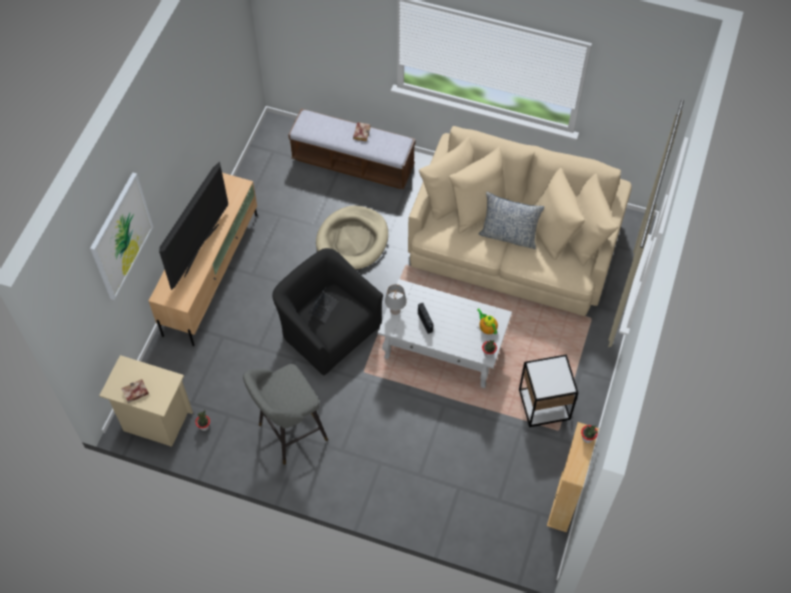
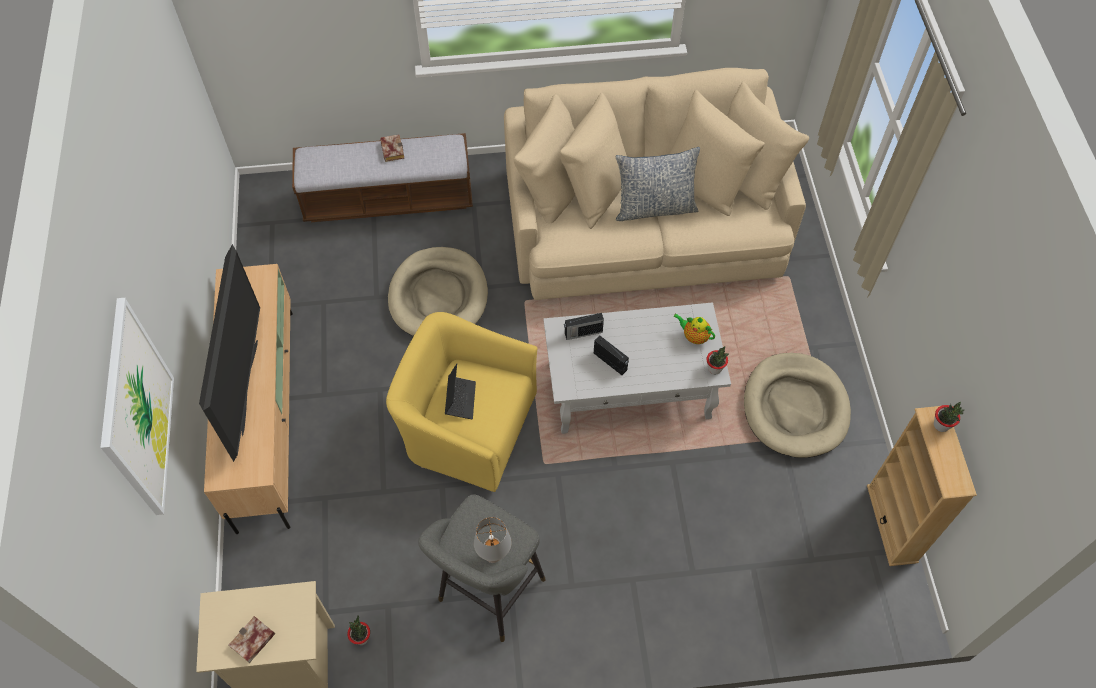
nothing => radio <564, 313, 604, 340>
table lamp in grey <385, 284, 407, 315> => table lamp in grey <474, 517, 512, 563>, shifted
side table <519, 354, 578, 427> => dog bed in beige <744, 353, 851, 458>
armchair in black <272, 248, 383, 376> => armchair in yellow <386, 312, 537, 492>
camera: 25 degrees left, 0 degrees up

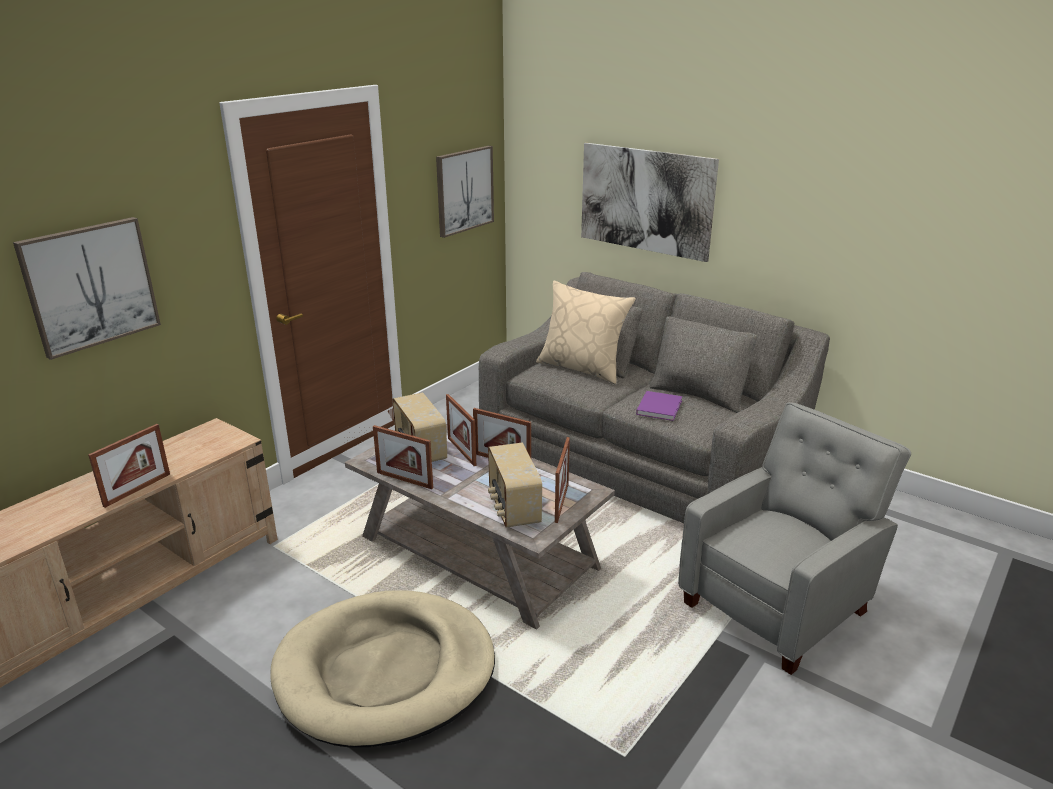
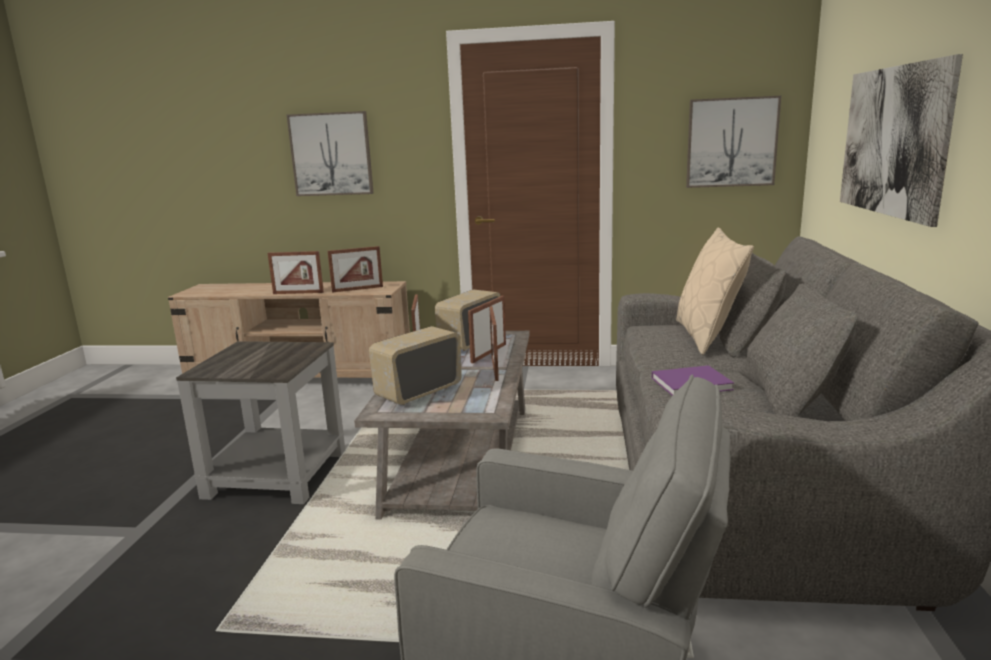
picture frame <555, 437, 570, 523> => picture frame <327, 246, 383, 293>, shifted
dog bed in beige <270, 590, 495, 748> => side table in grey <176, 341, 345, 504>
camera: 60 degrees right, 10 degrees down

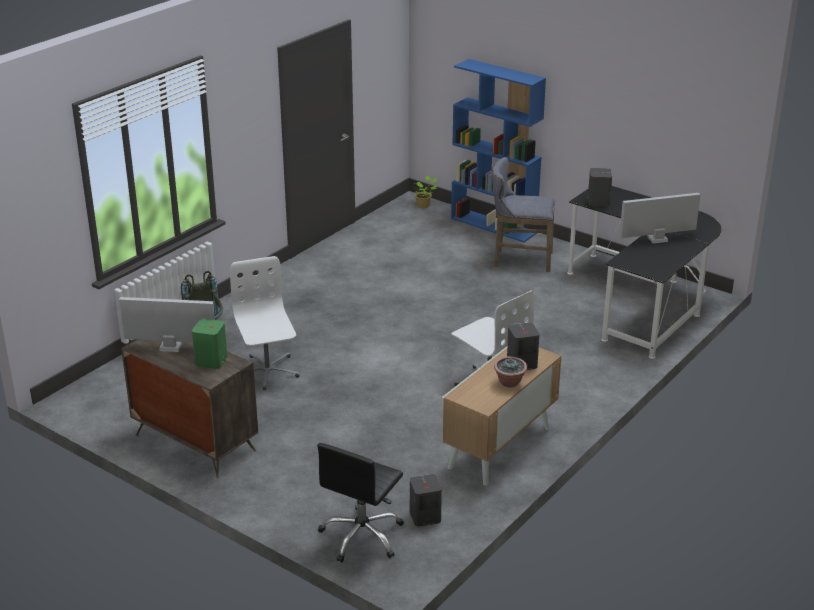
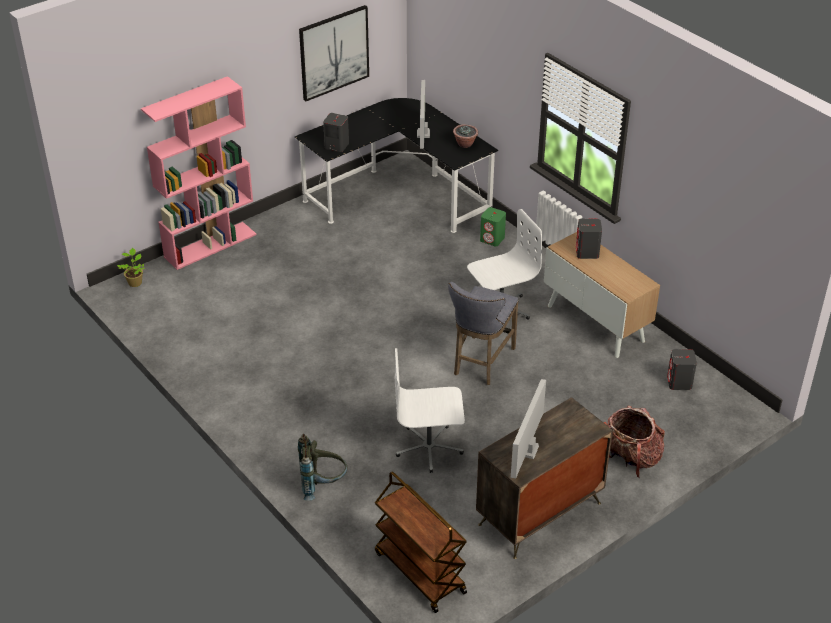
office chair in black <317, 443, 404, 563> => nothing
nothing => picture <299, 5, 369, 101>
nothing => cart in brown <375, 472, 467, 613>
nothing => backpack <603, 406, 665, 477>
speaker in green <192, 319, 227, 369> => speaker in green <480, 207, 506, 246>, shifted
stool in grey <492, 157, 555, 272> => stool in grey <448, 282, 519, 385>, shifted
potted plant <494, 356, 527, 387> => potted plant <453, 124, 478, 148>, shifted
bookcase in blue <451, 59, 546, 242> => bookcase in pink <141, 76, 257, 270>
camera: 75 degrees left, 10 degrees up

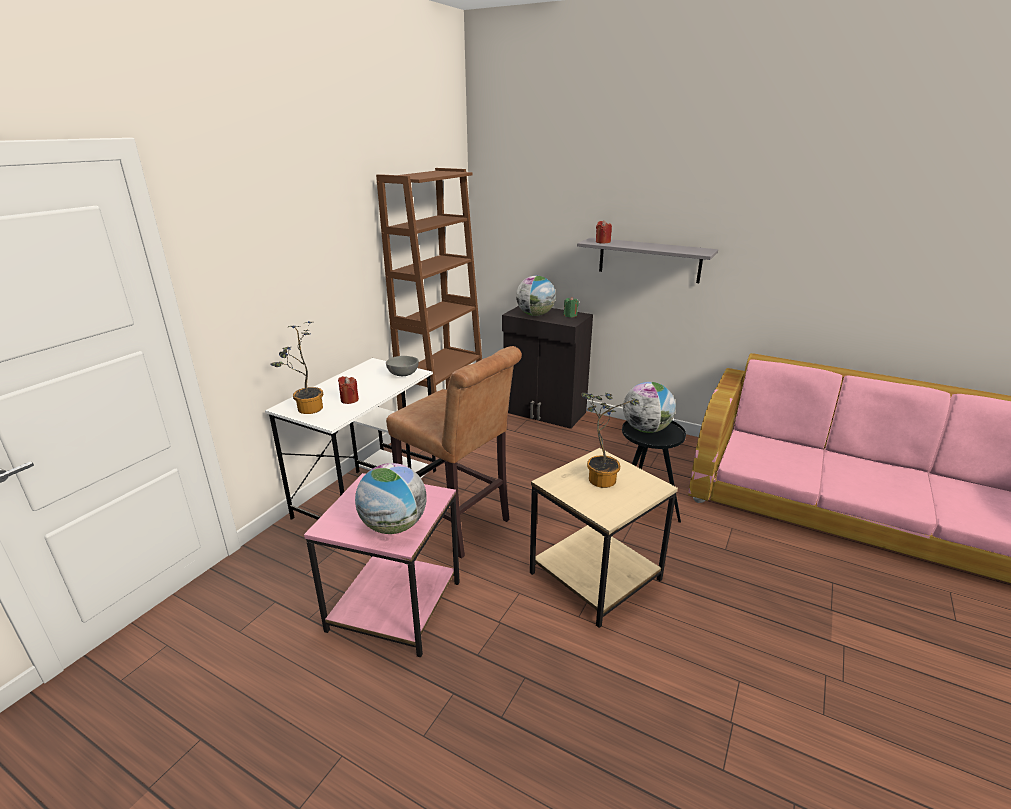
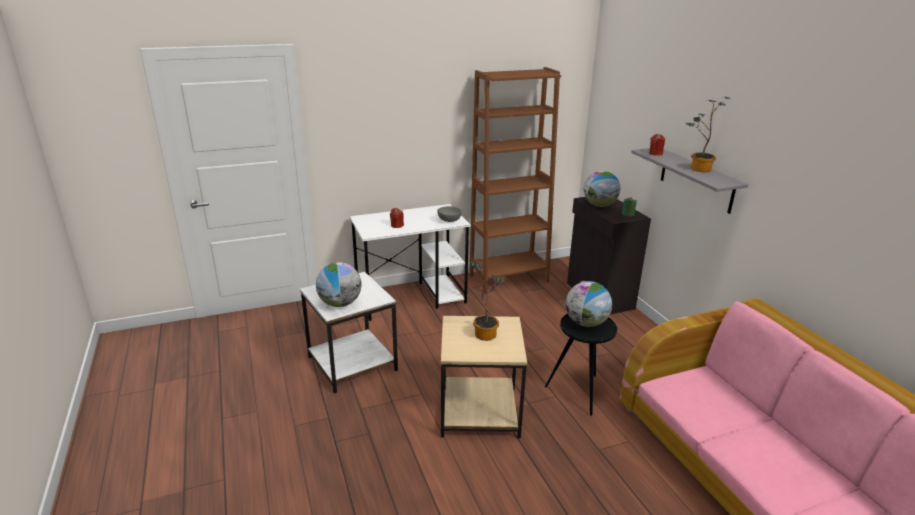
stool in brown <386, 346, 522, 559> => nothing
potted plant <270, 321, 323, 414> => potted plant <686, 97, 728, 172>, shifted
side table in pink <304, 473, 460, 657> => side table in white <300, 272, 398, 394>
camera: 40 degrees right, 0 degrees up

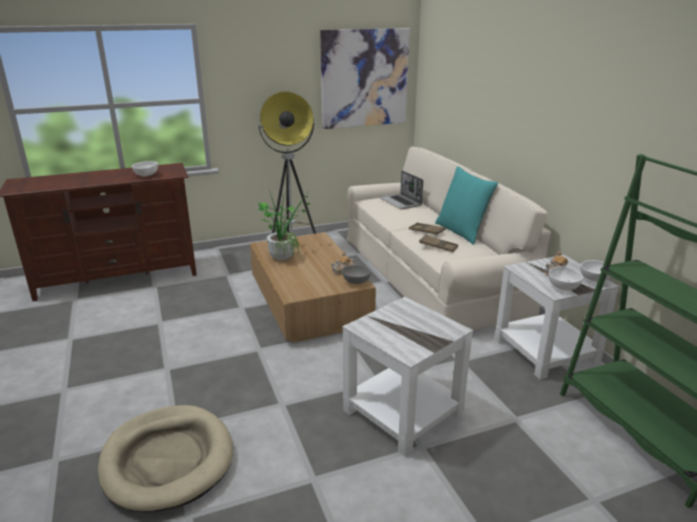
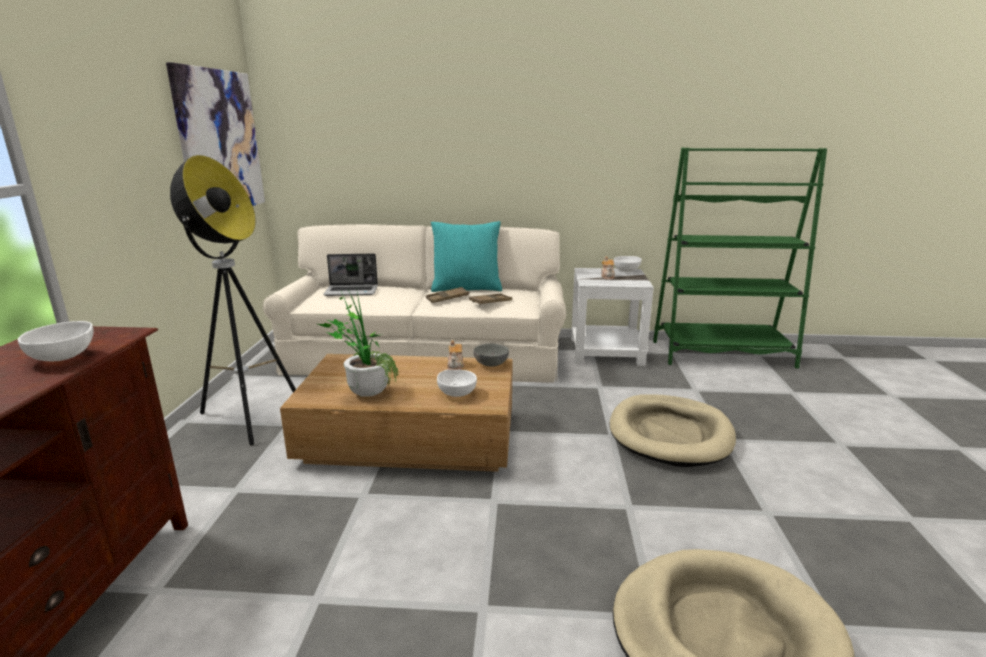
bowl in white <549, 266, 583, 290> => bowl in white <437, 370, 477, 397>, shifted
side table in white <342, 297, 473, 457> => dog bed in beige <610, 394, 736, 467>
camera: 65 degrees left, 5 degrees down

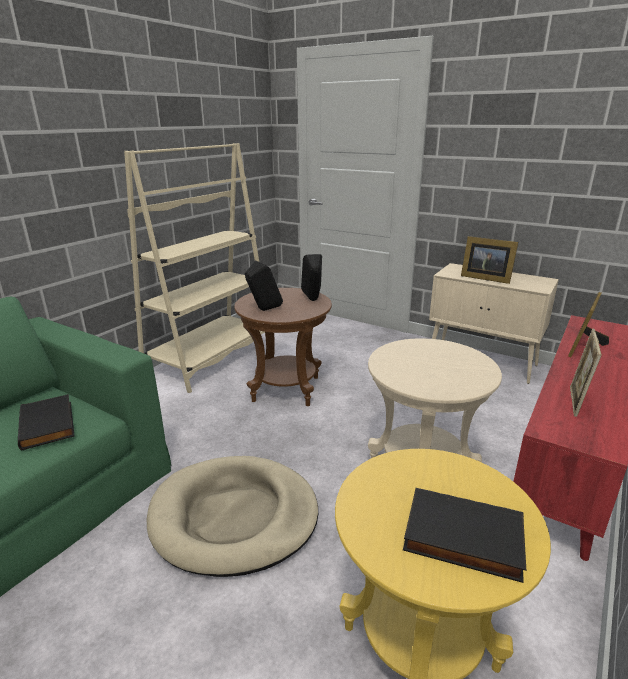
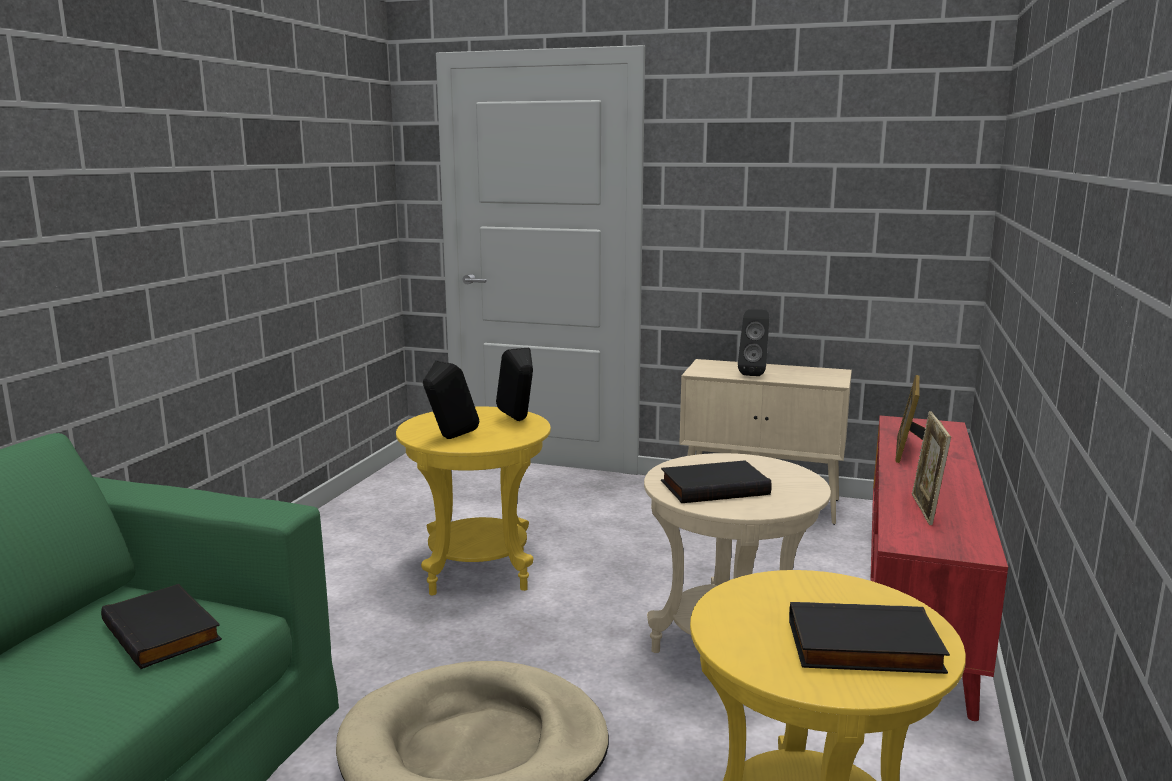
bookcase in beige <124, 143, 265, 393> => nothing
nothing => book in black <661, 460, 772, 503>
picture frame <461, 236, 518, 284> => speaker in black <738, 309, 769, 376>
side table in brown <234, 288, 332, 406> => side table in yellow <396, 407, 551, 595>
camera: 15 degrees left, 10 degrees down

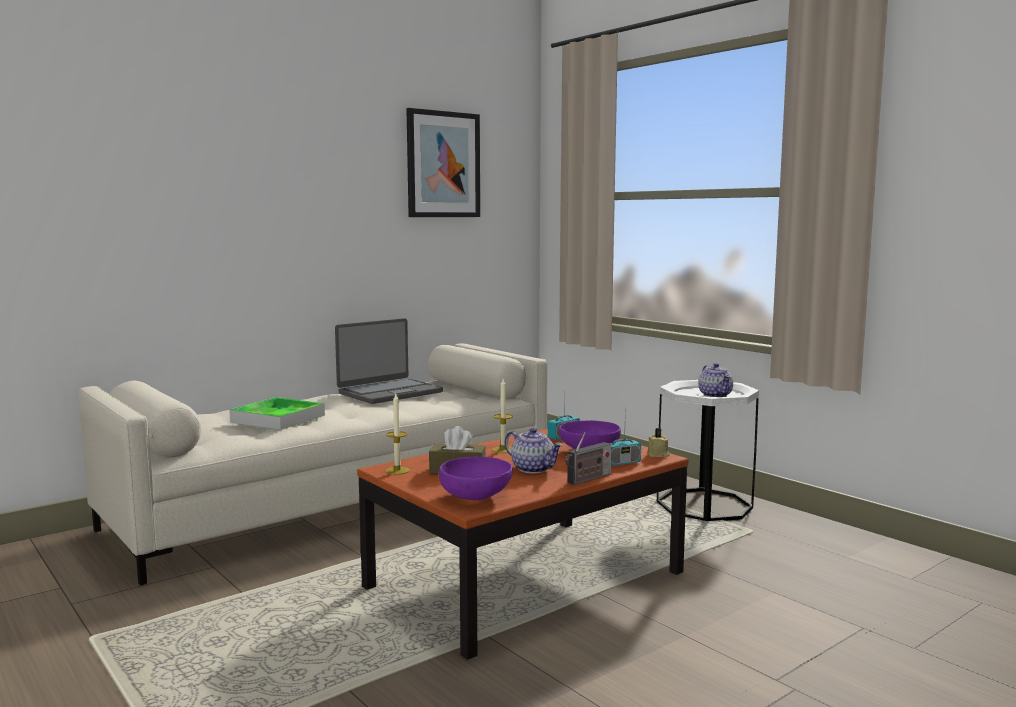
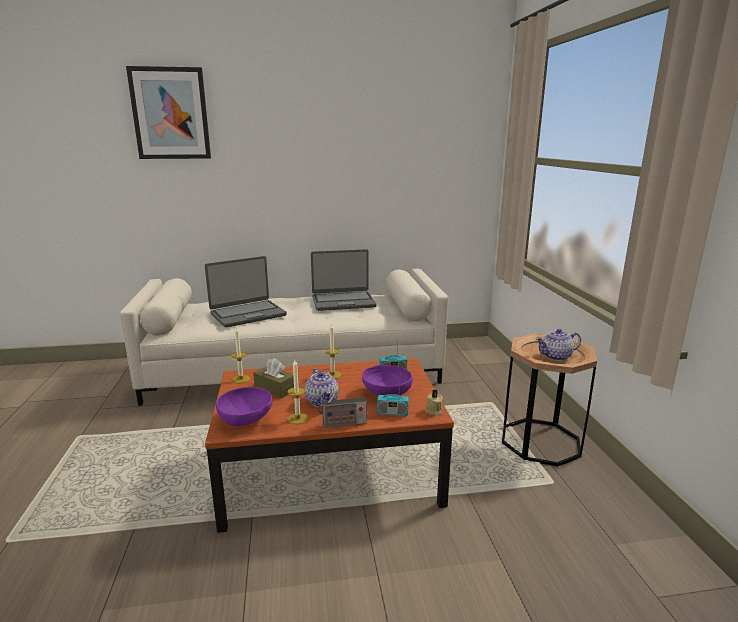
nothing => candle <288, 360, 308, 424>
picture <406, 108, 480, 217> => picture <126, 66, 211, 159>, shifted
tray <229, 397, 325, 430> => laptop <205, 256, 287, 327>
side table in white <657, 380, 759, 521> => side table in brown <502, 333, 597, 466>
teapot <698, 363, 733, 397> => teapot <536, 329, 581, 361>, 60 degrees clockwise
camera: 30 degrees right, 10 degrees up

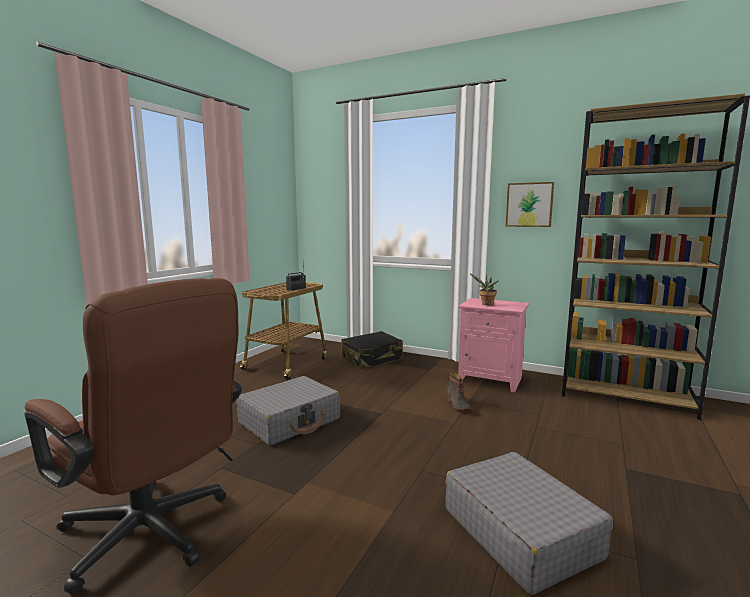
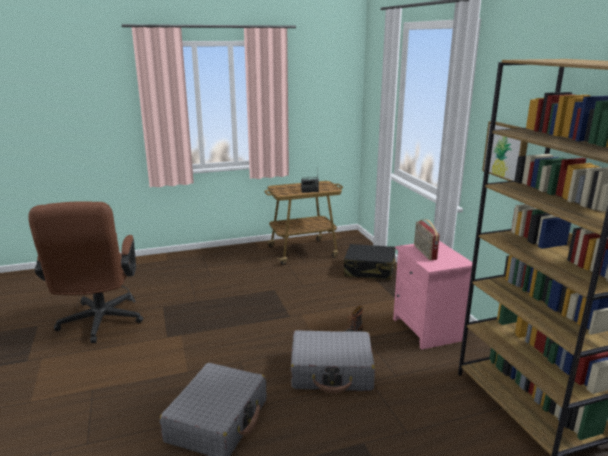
suitcase in grey <236, 376, 340, 445> => suitcase in grey <291, 330, 375, 393>, shifted
potted plant <470, 274, 498, 305> => radio <414, 219, 440, 260>
camera: 45 degrees right, 10 degrees up

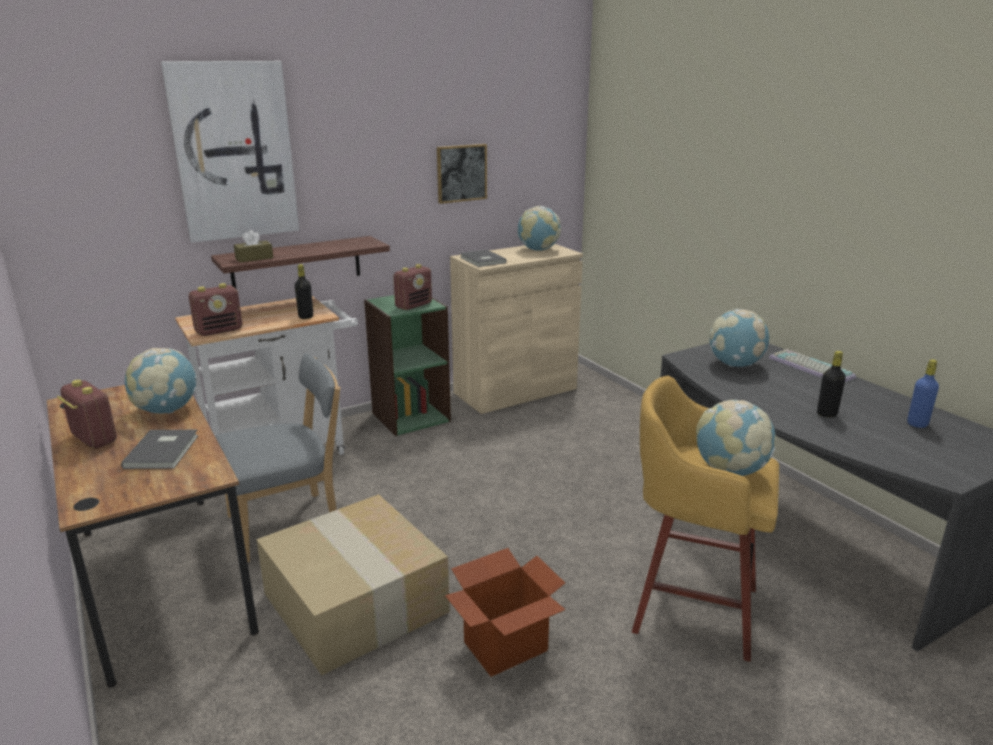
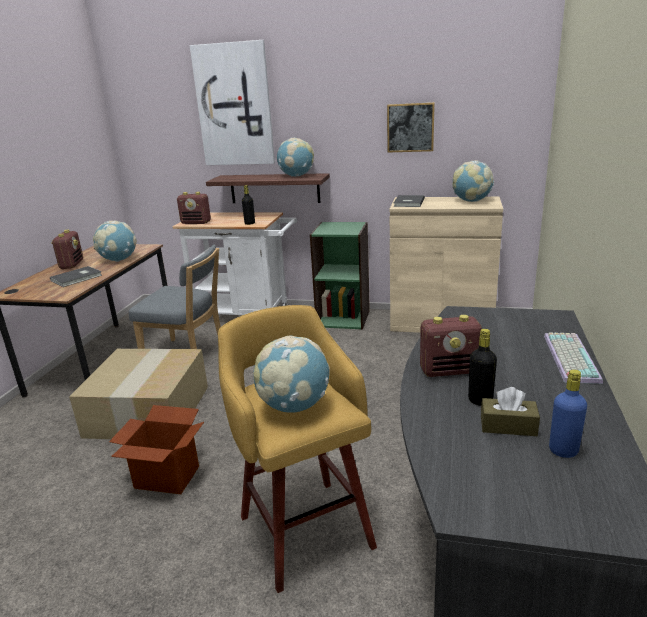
tissue box in brown <234, 230, 273, 263> => tissue box in brown <481, 387, 540, 436>, shifted
radio <393, 264, 432, 310> => radio <420, 315, 482, 377>, shifted
globe <709, 309, 769, 367> => globe <277, 137, 314, 176>, shifted
camera: 45 degrees right, 0 degrees up

